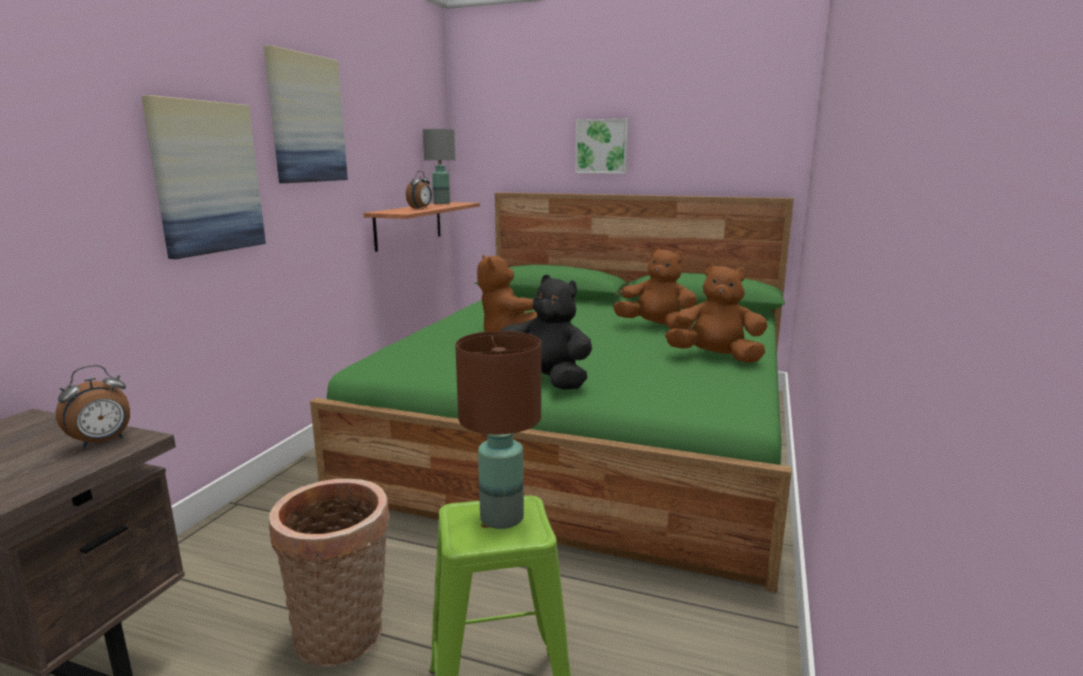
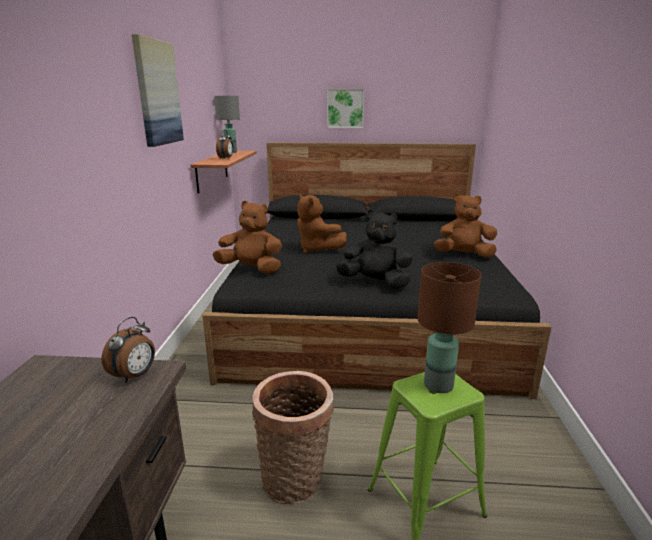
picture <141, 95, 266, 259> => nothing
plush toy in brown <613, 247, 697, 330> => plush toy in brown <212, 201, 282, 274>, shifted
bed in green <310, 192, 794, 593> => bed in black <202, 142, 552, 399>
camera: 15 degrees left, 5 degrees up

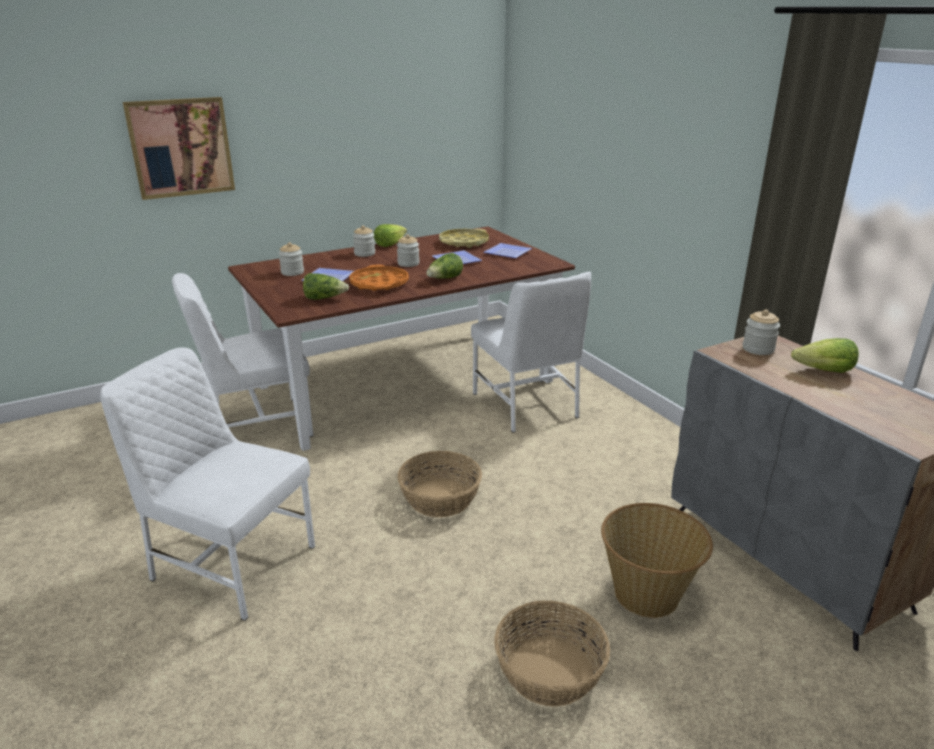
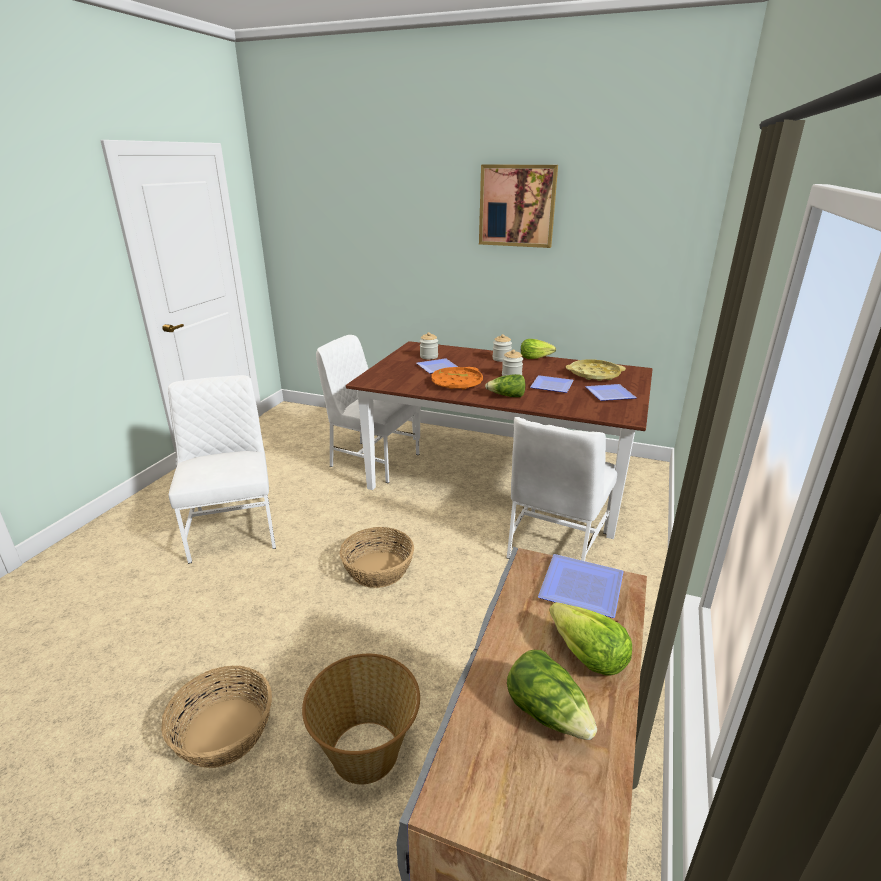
picture <123, 97, 235, 200> => picture <479, 164, 558, 248>, shifted
lettuce <303, 273, 349, 300> => lettuce <507, 650, 597, 740>, shifted
jar <743, 310, 780, 355> => plate <538, 554, 624, 618>
camera: 50 degrees right, 0 degrees up

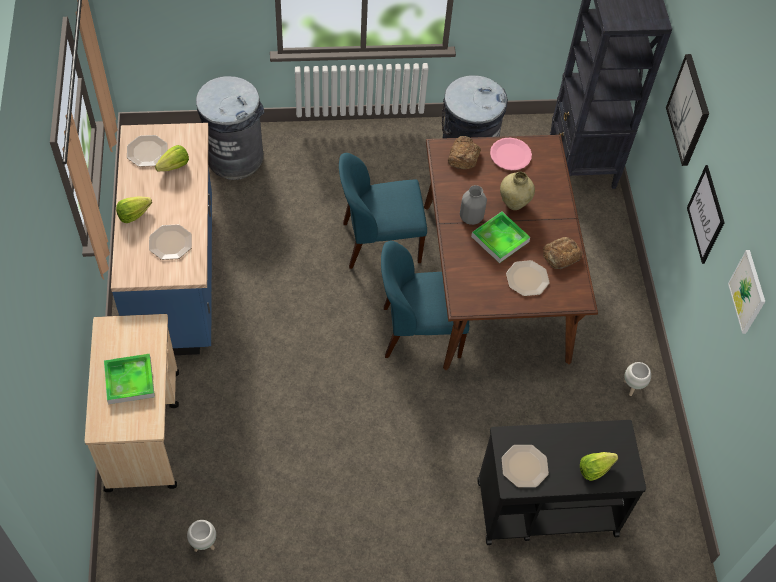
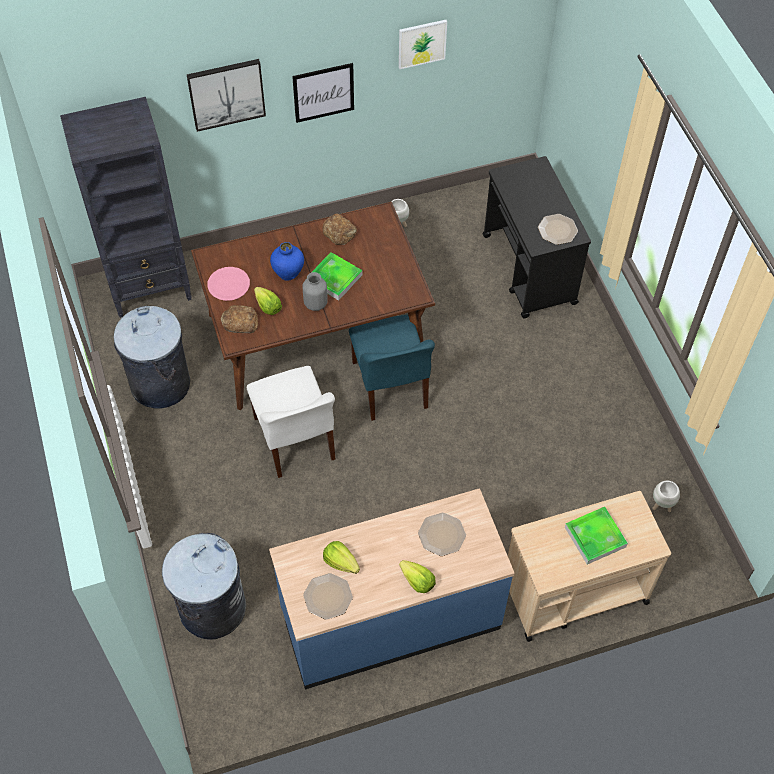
plate <506, 260, 550, 296> => nothing
lettuce <580, 452, 618, 481> => lettuce <254, 287, 282, 315>, shifted
chair in blue <339, 153, 427, 269> => chair in white <247, 366, 335, 478>
vase in beige <500, 172, 535, 210> => vase in blue <270, 242, 304, 281>
camera: 100 degrees left, 0 degrees up

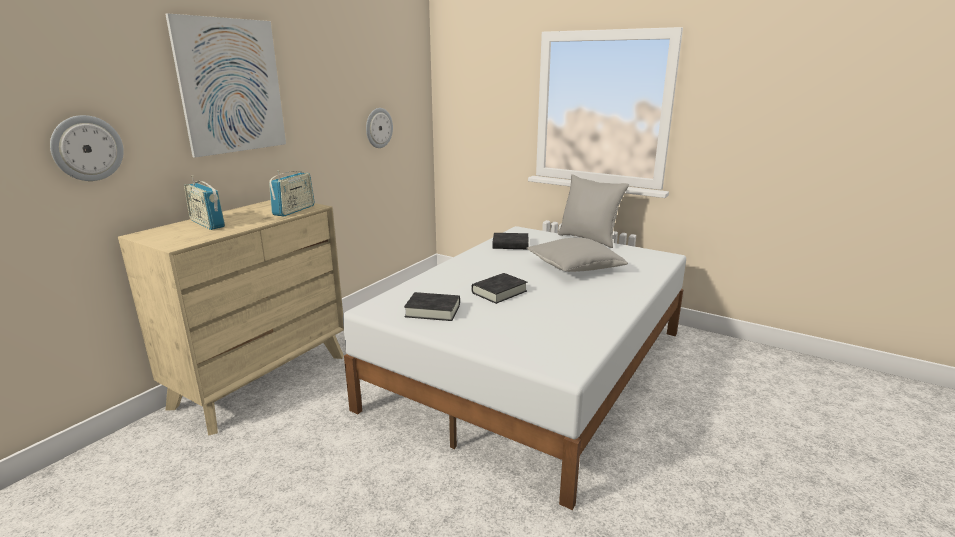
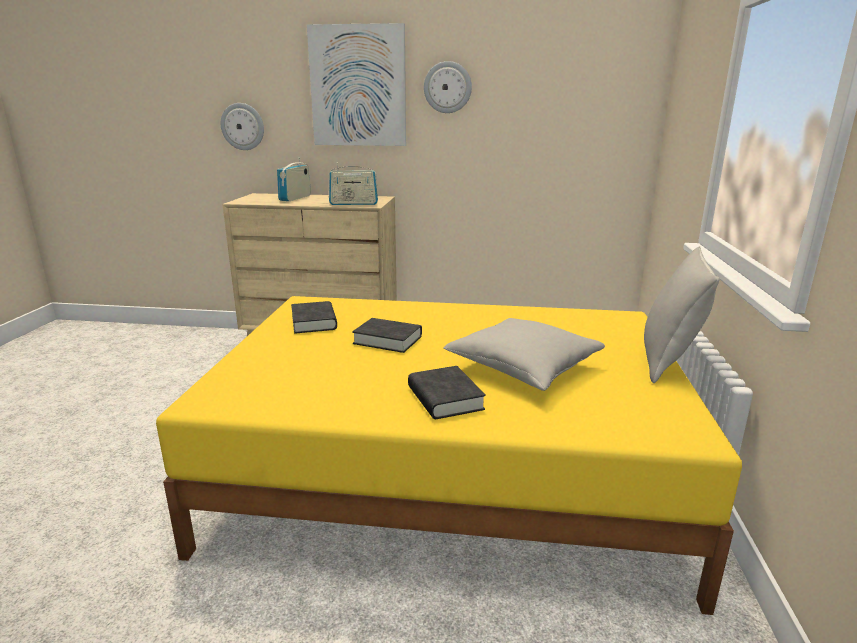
wall clock <366, 108, 393, 148> => wall clock <424, 61, 472, 113>, shifted
book in black <493, 233, 529, 249> => book in black <408, 366, 486, 419>, shifted
bed in white <343, 226, 686, 510> => bed in yellow <156, 296, 742, 615>
camera: 65 degrees right, 0 degrees up

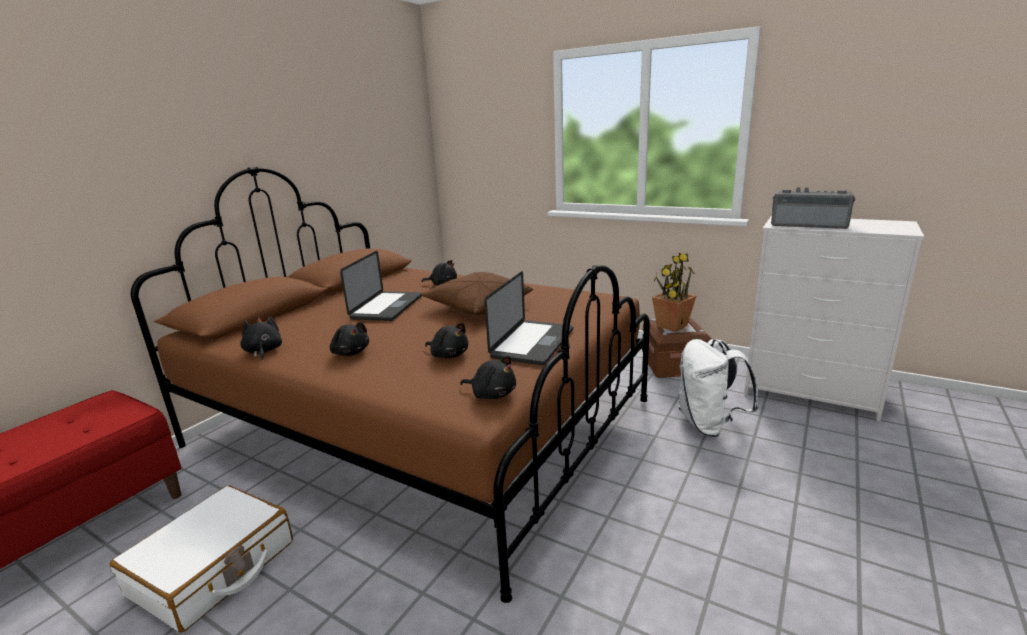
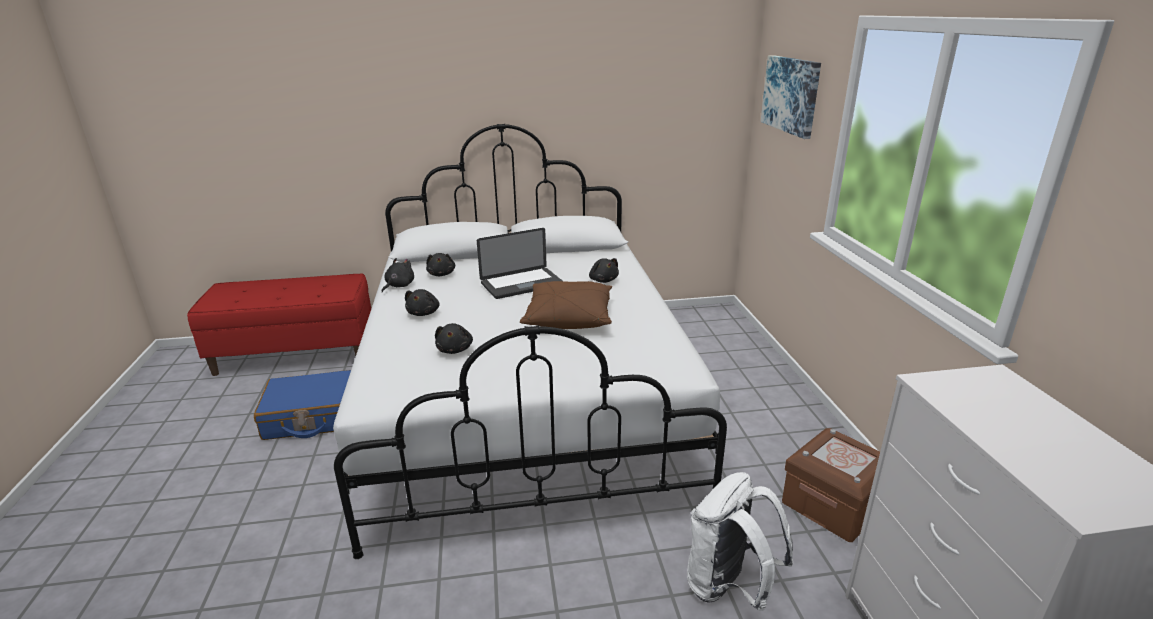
laptop <484, 271, 573, 365> => nothing
potted plant <652, 253, 696, 332> => nothing
radio <771, 187, 855, 229> => nothing
nothing => picture <761, 55, 821, 139>
plush toy in black <460, 356, 516, 399> => plush toy in black <426, 253, 455, 276>, shifted
suitcase in white <110, 485, 293, 633> => suitcase in blue <254, 370, 351, 440>
bed in brown <131, 167, 650, 603> => bed in white <333, 124, 727, 559>
camera: 50 degrees right, 5 degrees up

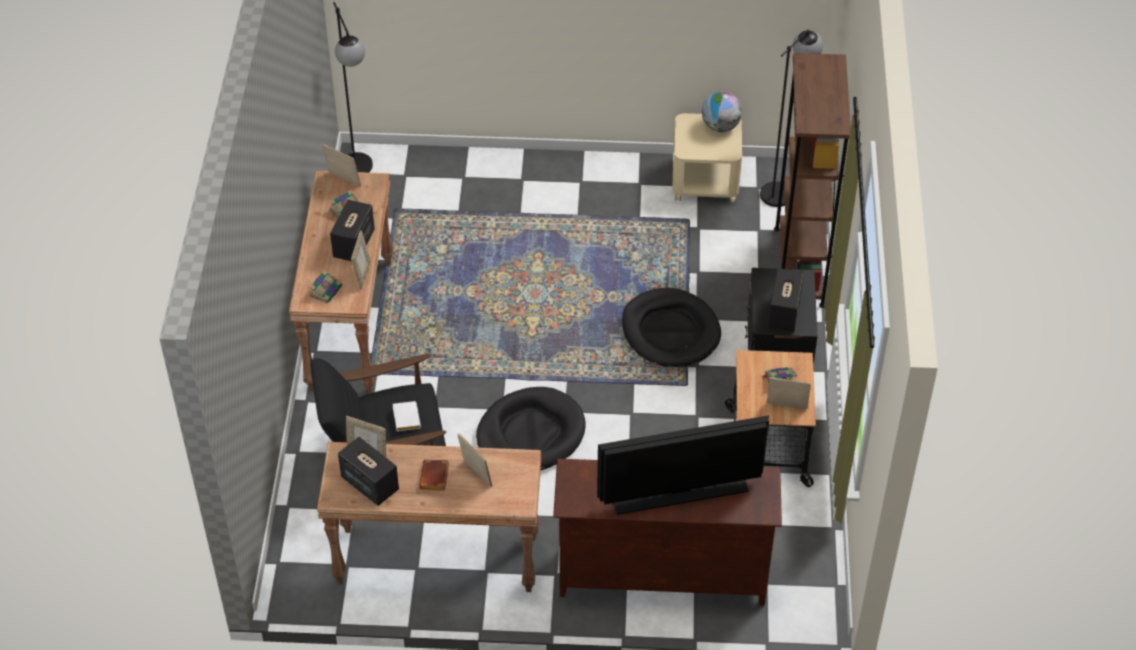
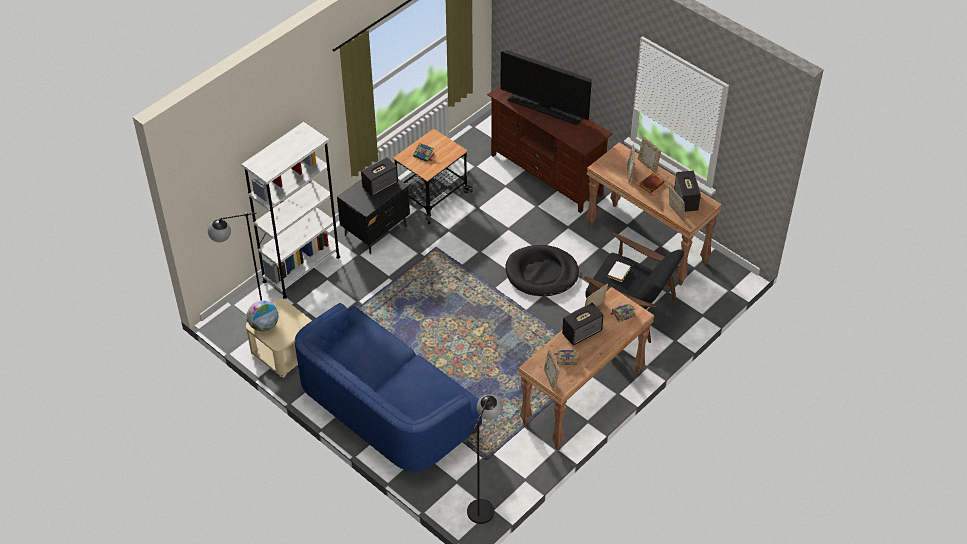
dog bed in black <622, 288, 721, 367> => nothing
nothing => sofa in blue <295, 303, 482, 472>
picture frame <767, 377, 811, 409> => picture frame <638, 136, 661, 173>, shifted
bookcase in brown <774, 53, 851, 308> => bookcase in white <241, 122, 340, 299>
camera: 140 degrees left, 0 degrees up

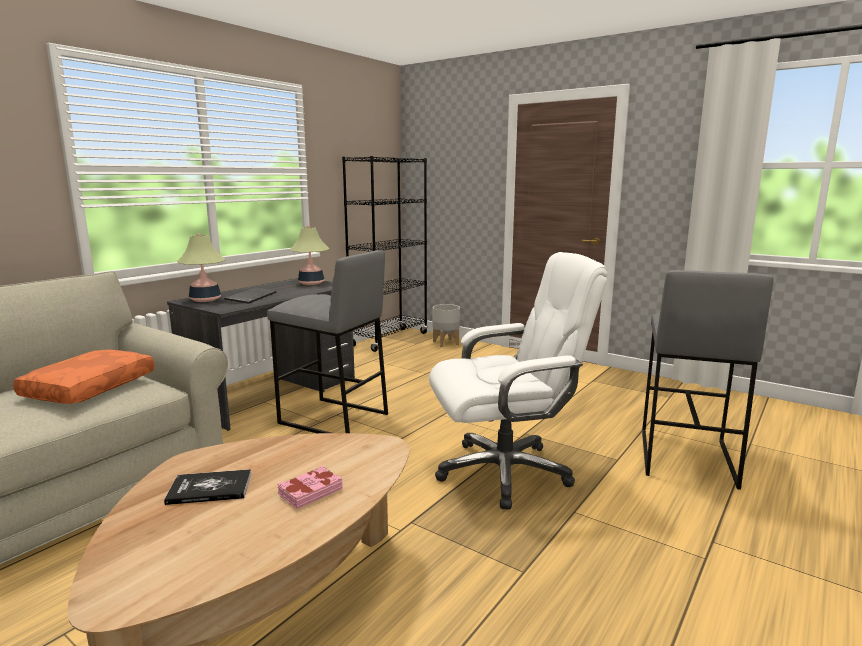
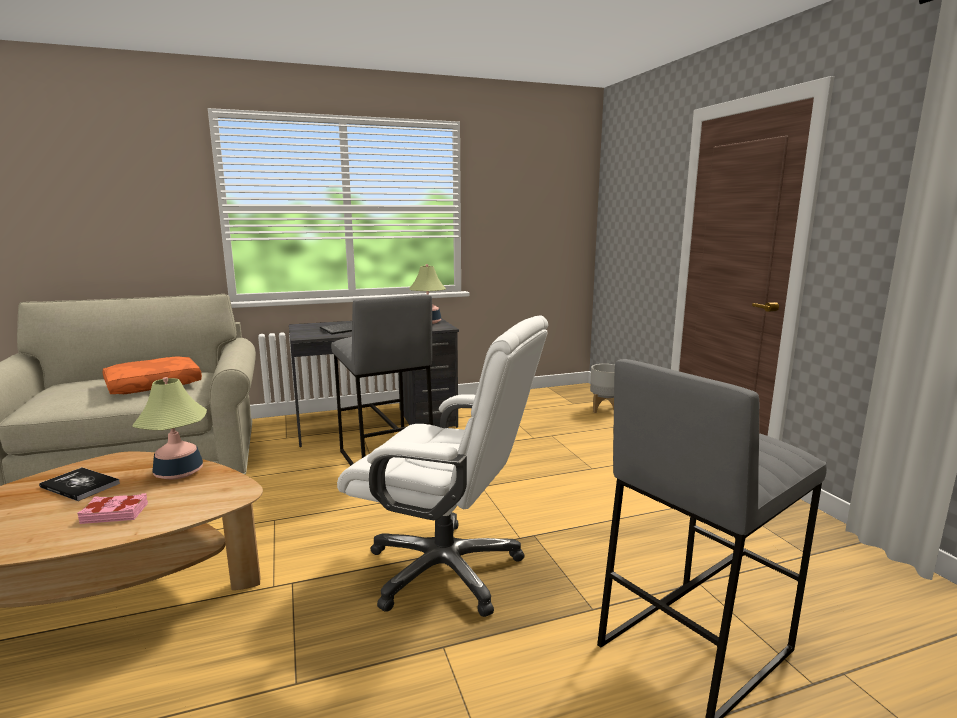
bookcase in black <342, 156, 428, 352> => nothing
table lamp <177, 233, 226, 302> => table lamp <132, 377, 207, 480>, shifted
camera: 35 degrees right, 0 degrees up

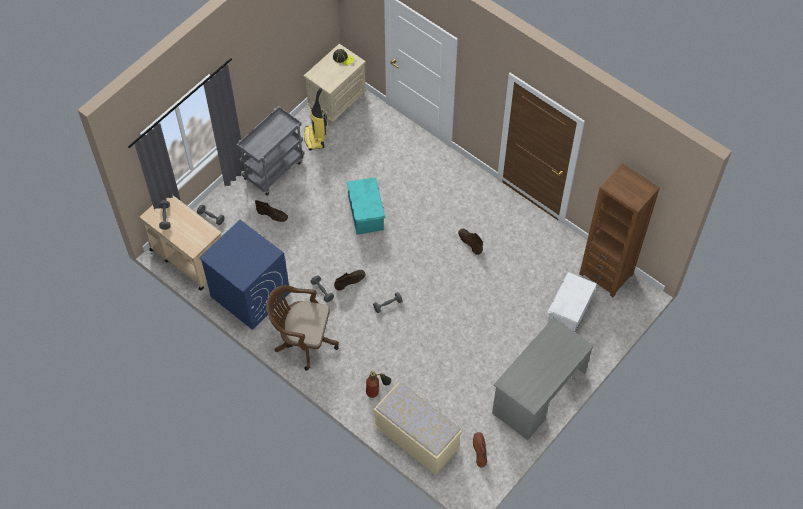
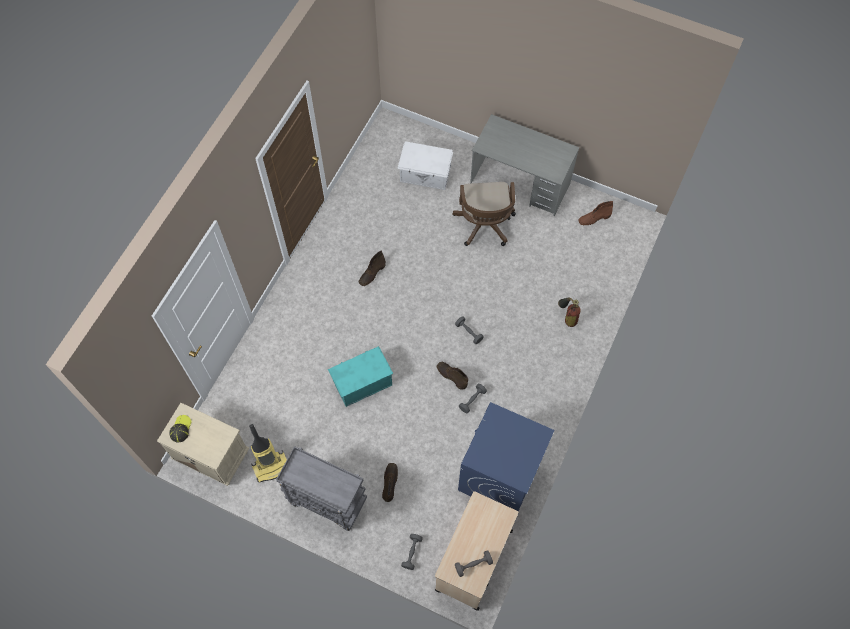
bench in beige <373, 382, 462, 475> => nothing
bookcase in brown <579, 163, 660, 297> => nothing
office chair in brown <266, 285, 339, 371> => office chair in brown <452, 182, 516, 246>, shifted
camera: 105 degrees left, 5 degrees up

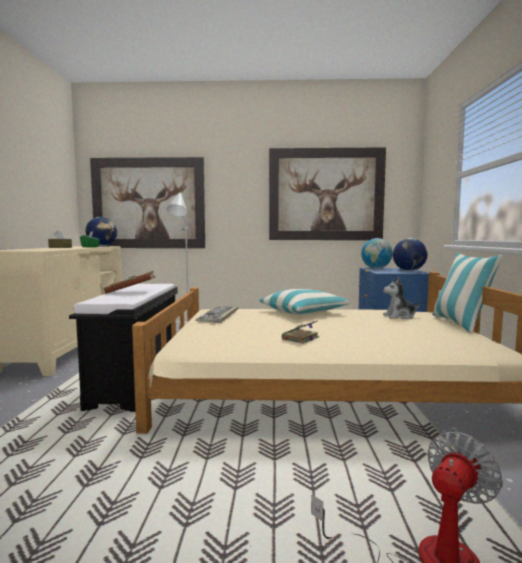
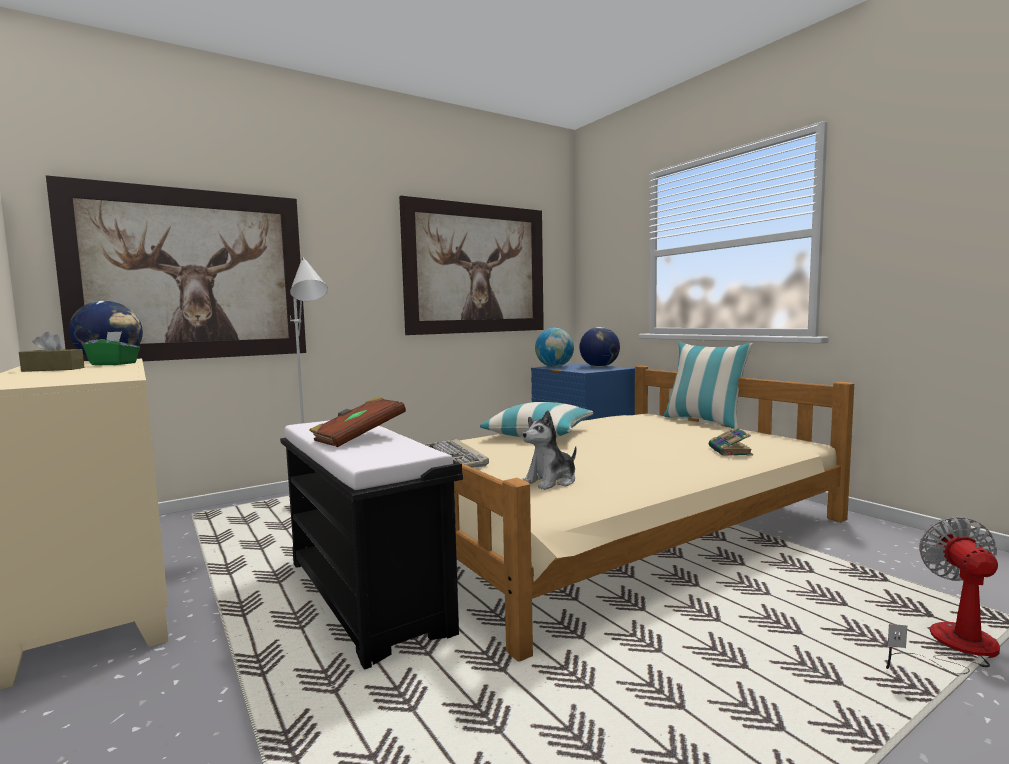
book <282, 321, 319, 344> => book <709, 427, 753, 456>, shifted
plush toy <383, 277, 420, 319> => plush toy <522, 410, 576, 490>, shifted
camera: 35 degrees left, 0 degrees up

